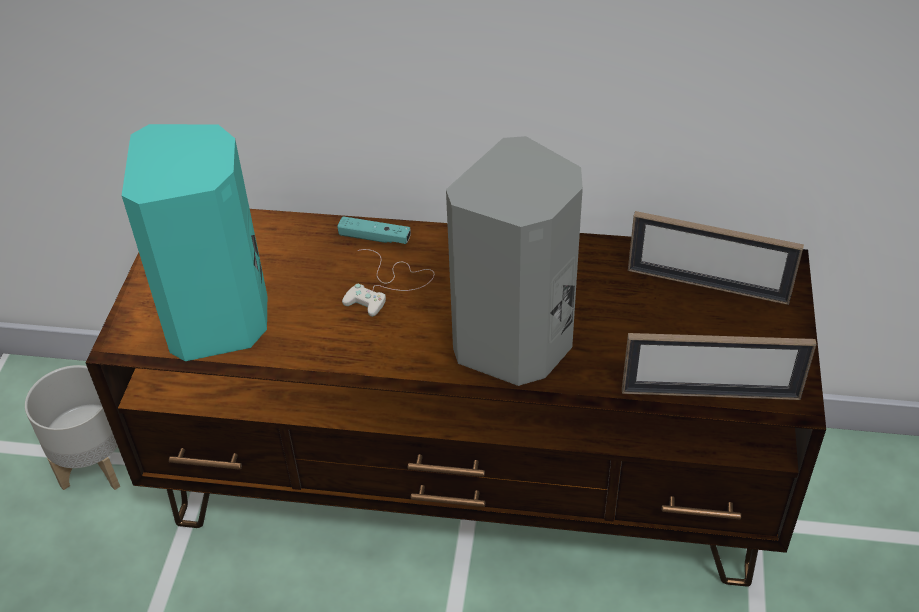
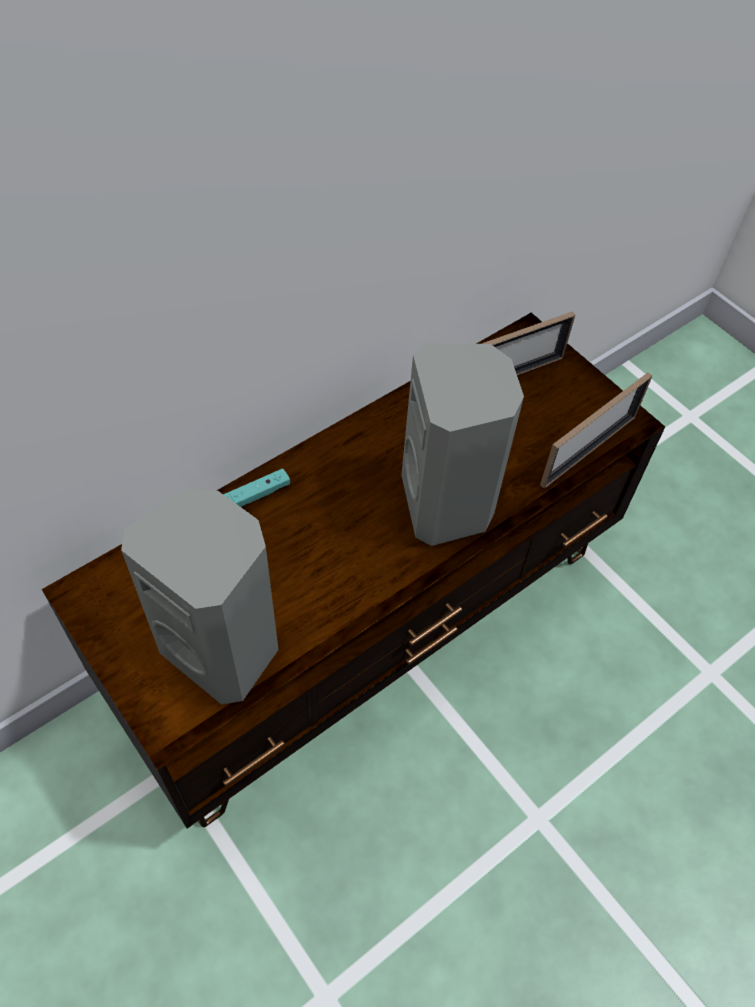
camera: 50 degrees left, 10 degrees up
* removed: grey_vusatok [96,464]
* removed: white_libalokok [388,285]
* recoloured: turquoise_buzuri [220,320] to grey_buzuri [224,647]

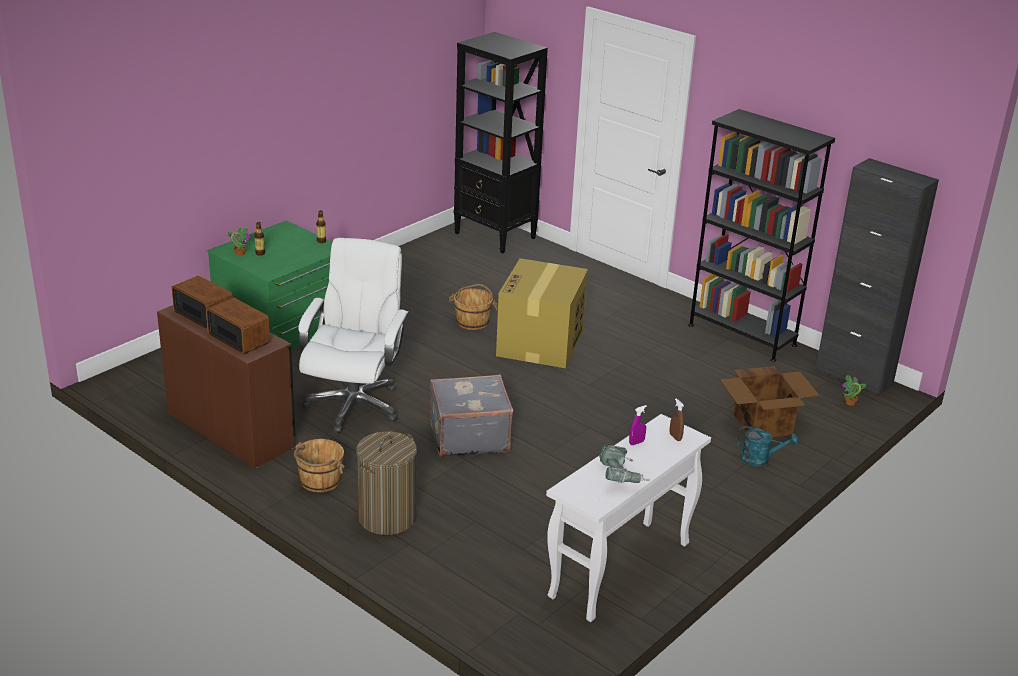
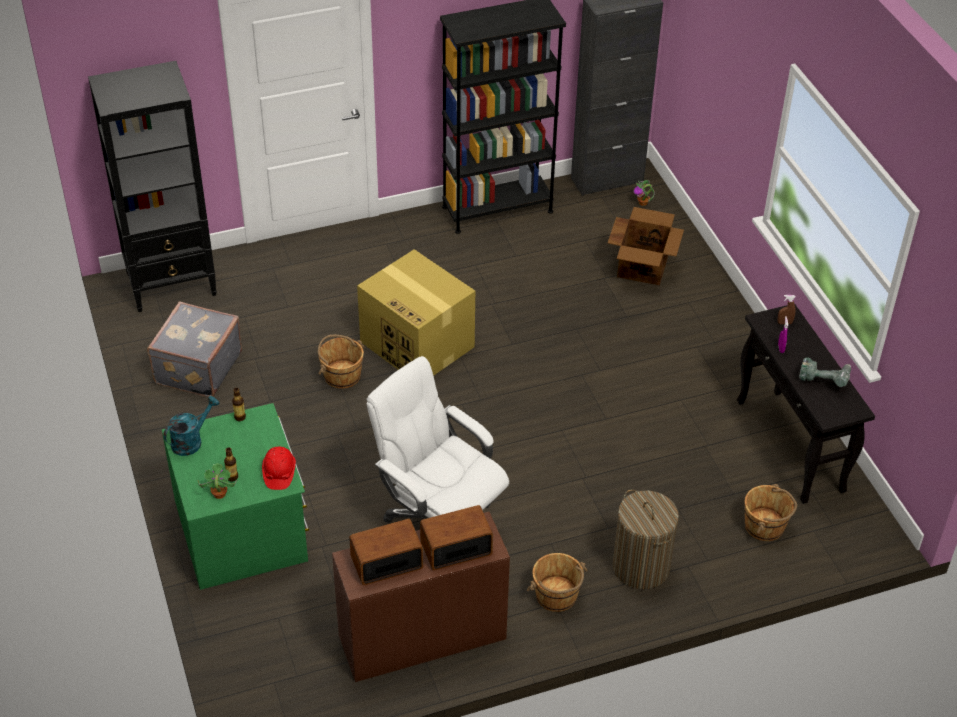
camera: 60 degrees left, 15 degrees up
* added: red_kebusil [279,473]
* added: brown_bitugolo [765,526]
* moved: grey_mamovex [468,436] to [197,368]
* moved: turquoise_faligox [760,459] to [191,441]
* recoloured: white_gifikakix [619,571] to black_gifikakix [791,446]

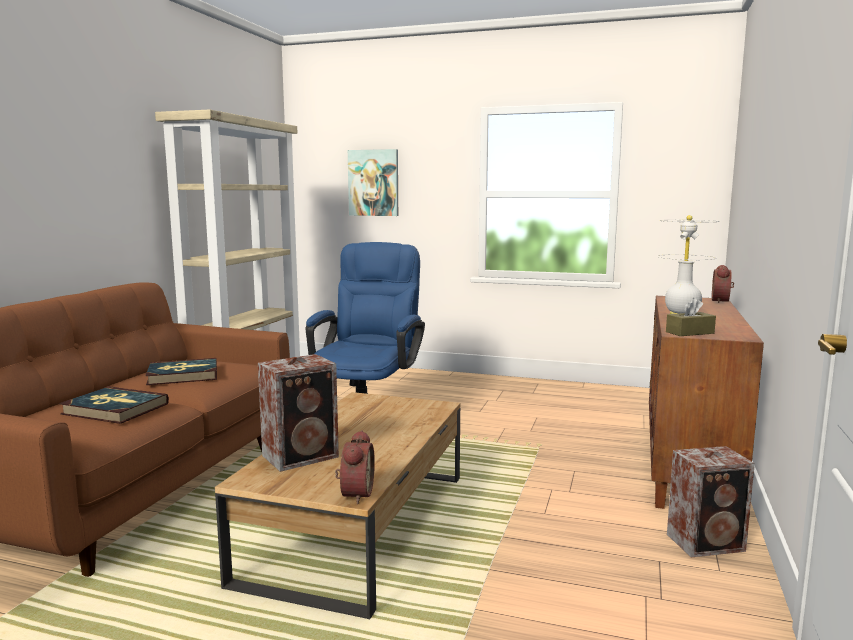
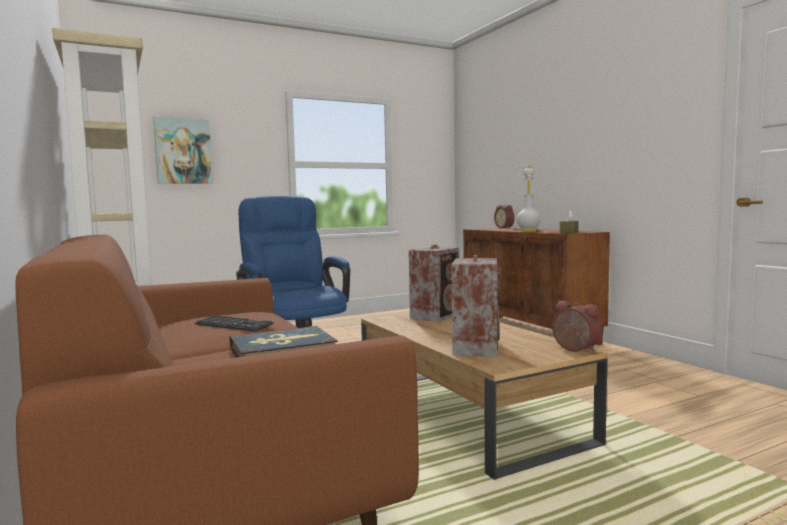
camera: 45 degrees left, 5 degrees down
* moved: buzuri [708,543] to [436,316]
* replaced: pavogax [183,375] to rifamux [233,325]

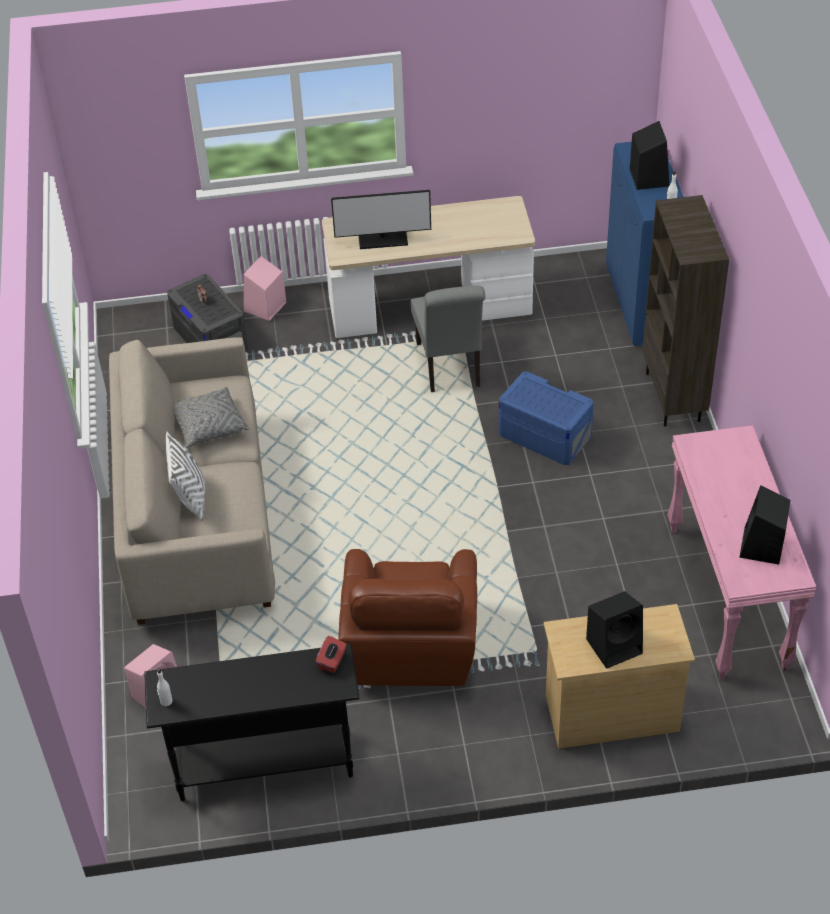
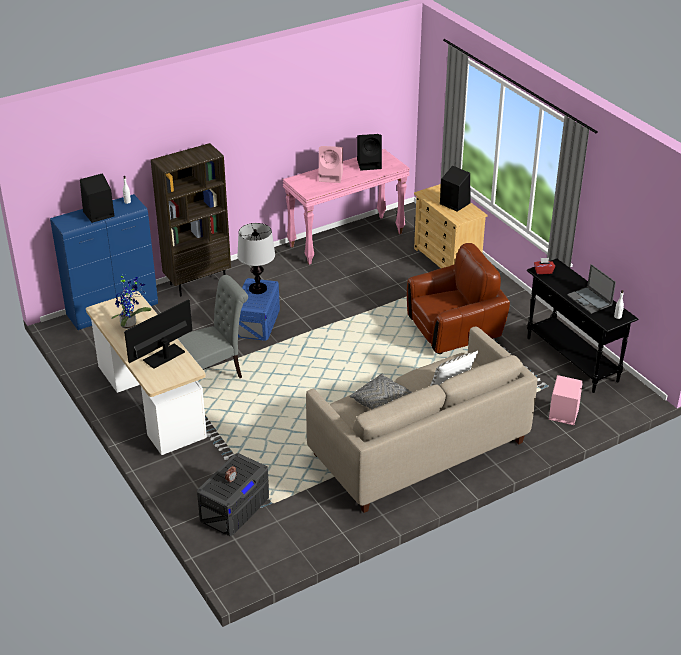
camera: 115 degrees left, 10 degrees down
* added: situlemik [130,324]
* added: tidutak [257,289]
* added: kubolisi [590,300]
* moved: pink_buzuri [264,307] to [331,176]
* turned: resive [383,240] = [164,356] 105 degrees counterclockwise

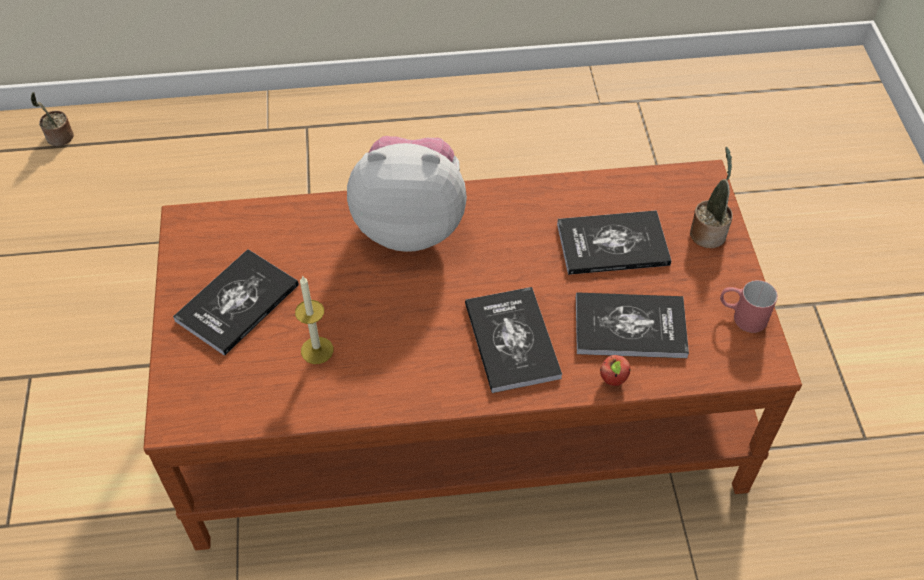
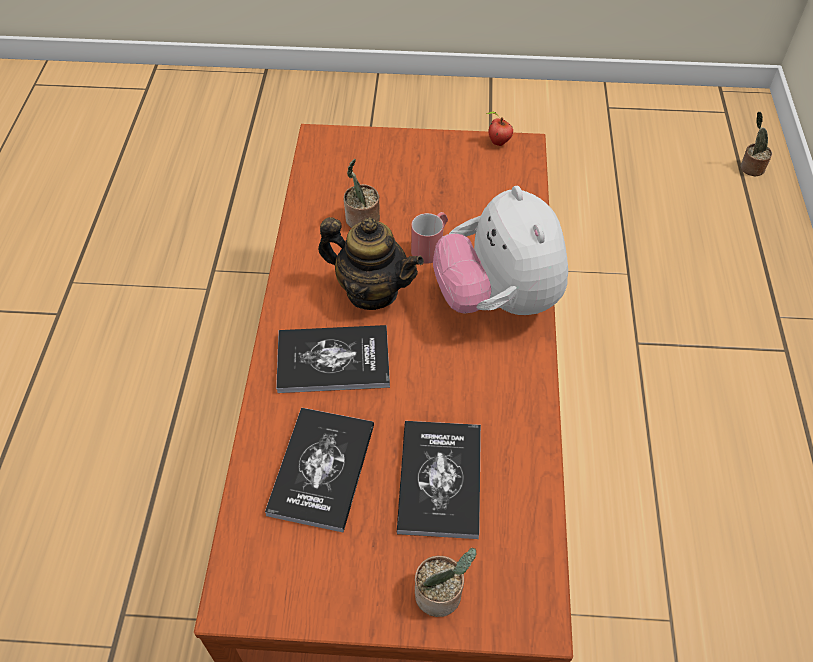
camera: 100 degrees right, 0 degrees up
* removed: pavogax [237,303]
* added: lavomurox [372,291]
* moved: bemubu [613,381] to [497,142]
* moved: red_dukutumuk [741,316] to [431,247]
* replaced: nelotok [317,350] to situlemik [361,220]
* turned: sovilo [410,224] = [497,299] 150 degrees clockwise

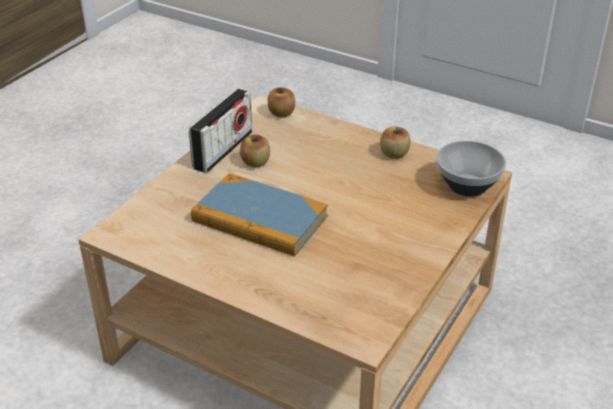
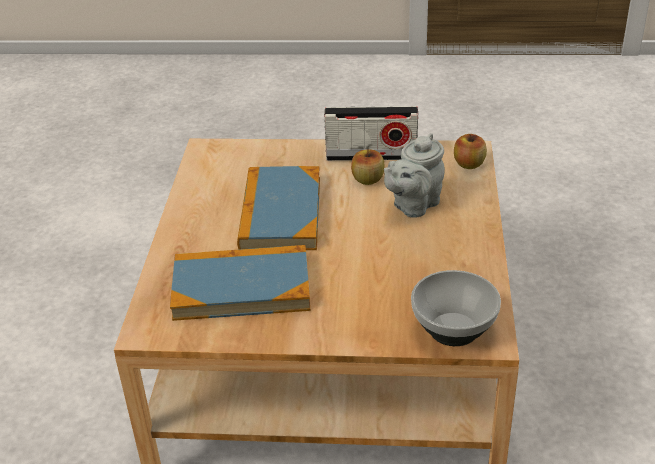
camera: 65 degrees right, 0 degrees up
* removed: bemubu [394,154]
* added: pavogax [241,287]
* added: grey_lavomurox [413,205]

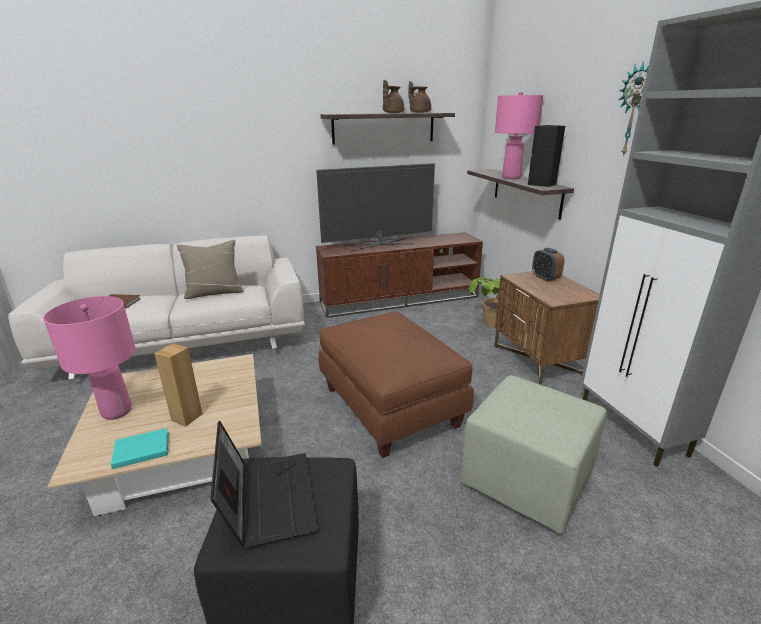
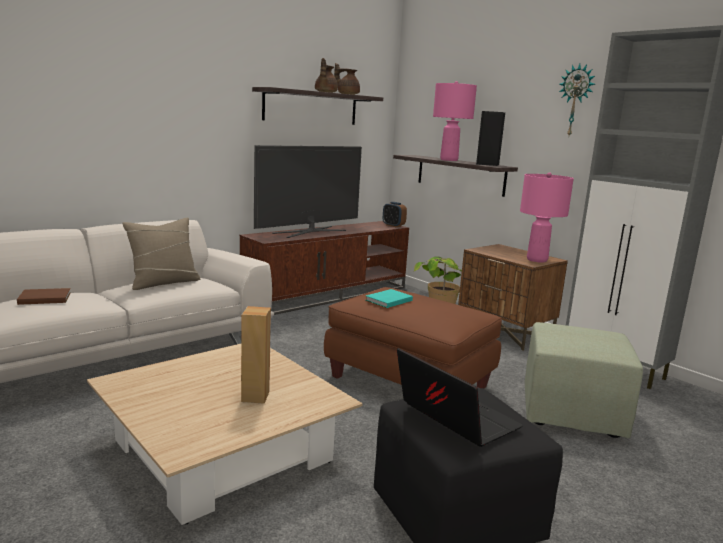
camera: 25 degrees left, 10 degrees down
* moved: pink_tidutak [116,411] to [536,260]
* moved: turquoise_pavogax [140,449] to [387,300]
* moved: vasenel [545,278] to [393,225]

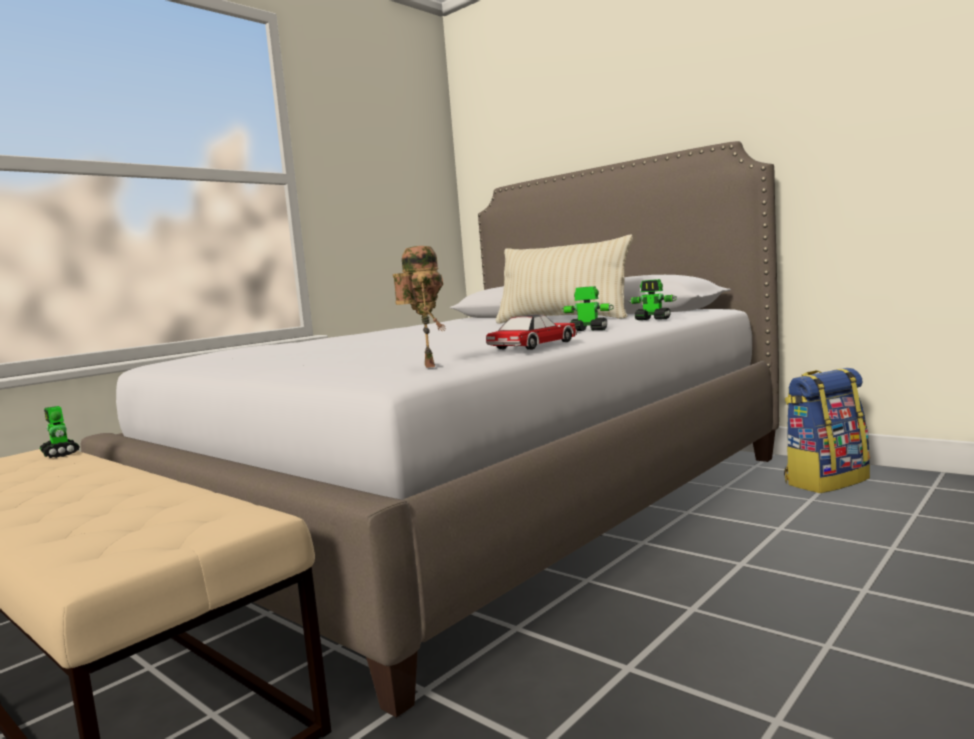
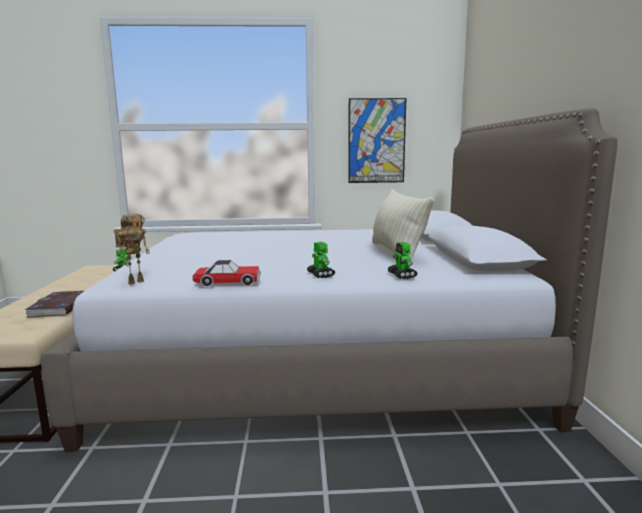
camera: 45 degrees right, 5 degrees up
* removed: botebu [825,481]
* added: pavogax [60,307]
* added: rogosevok [376,141]

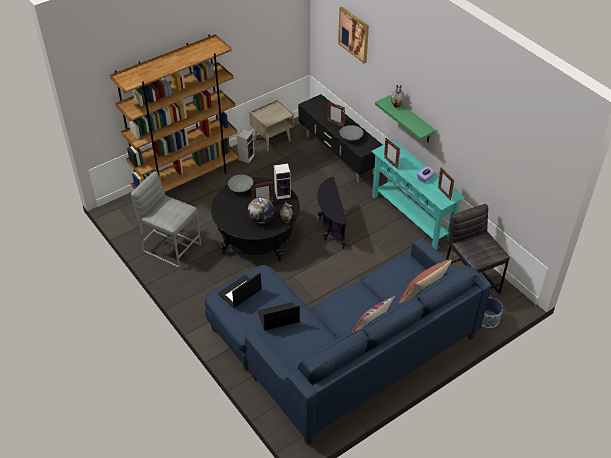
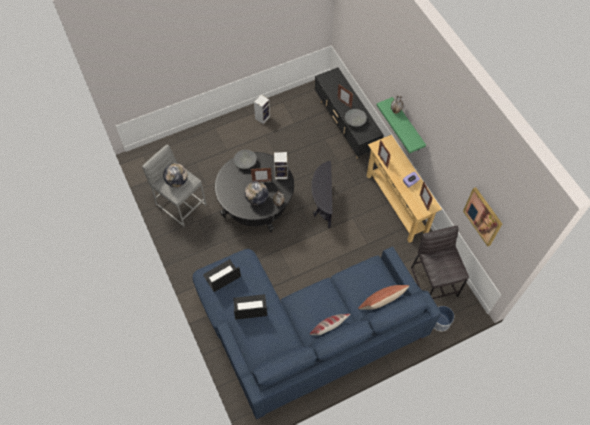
camera: 10 degrees right, 15 degrees up
* removed: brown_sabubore [187,179]
* removed: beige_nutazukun [272,139]
* added: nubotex [177,181]
* moved: rogosevok [354,34] to [483,216]
* recoloured: turquoise_gifikakix [411,217] to beige_gifikakix [396,204]

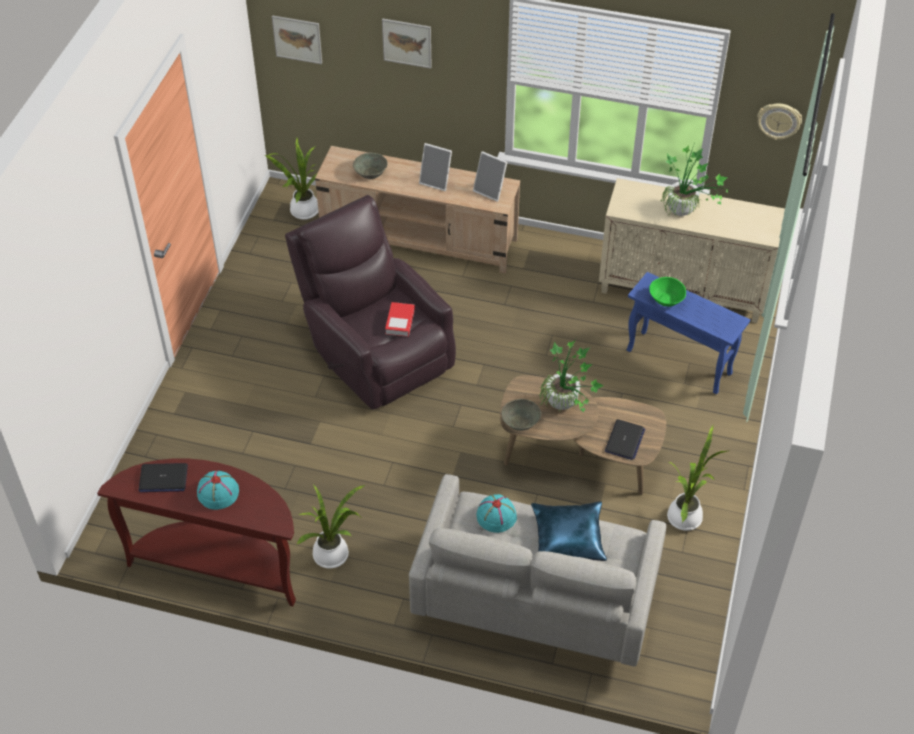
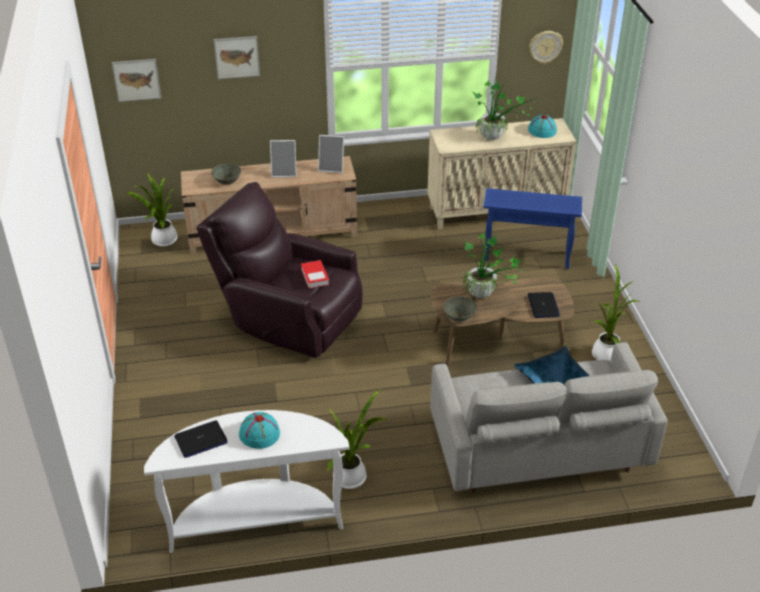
camera: 25 degrees left, 10 degrees down
* removed: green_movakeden [666,299]
* moved: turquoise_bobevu [496,515] to [542,130]
* recoloured: brown_gifikakix [219,564] to white_gifikakix [255,520]

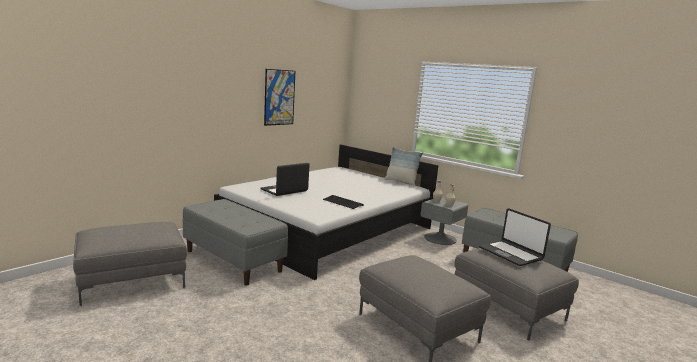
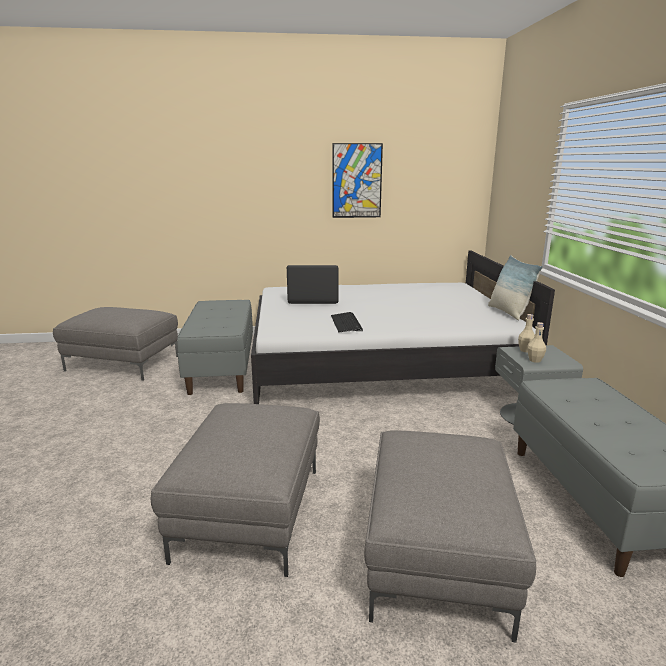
camera: 45 degrees right, 5 degrees up
* removed: kubolisi [511,253]

